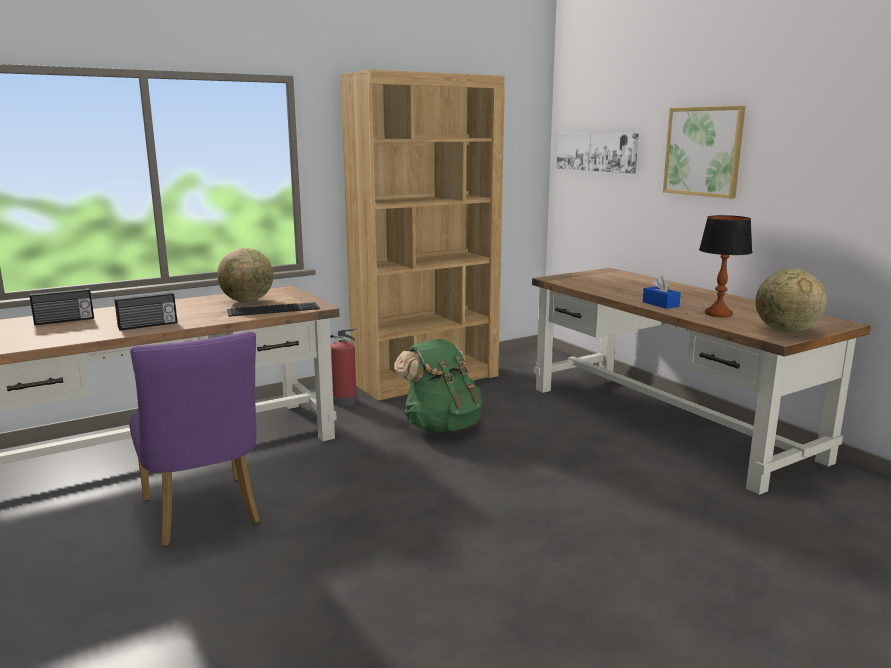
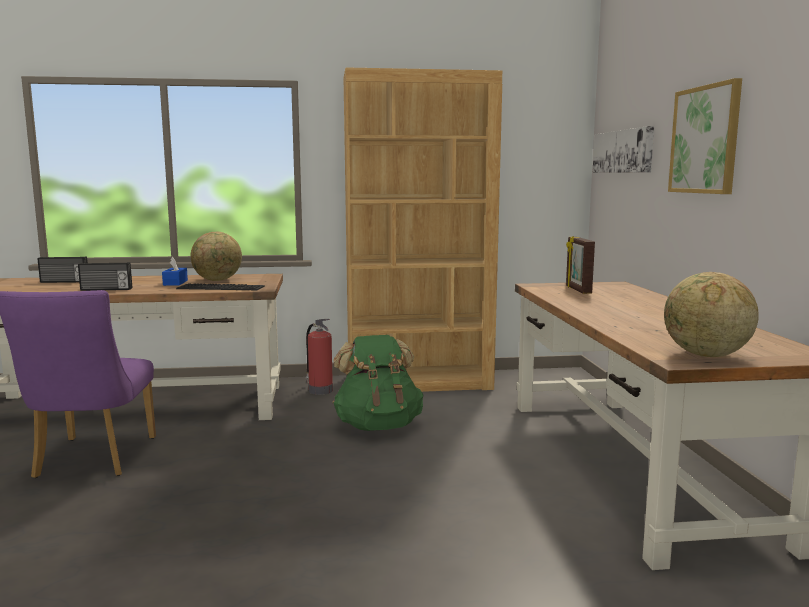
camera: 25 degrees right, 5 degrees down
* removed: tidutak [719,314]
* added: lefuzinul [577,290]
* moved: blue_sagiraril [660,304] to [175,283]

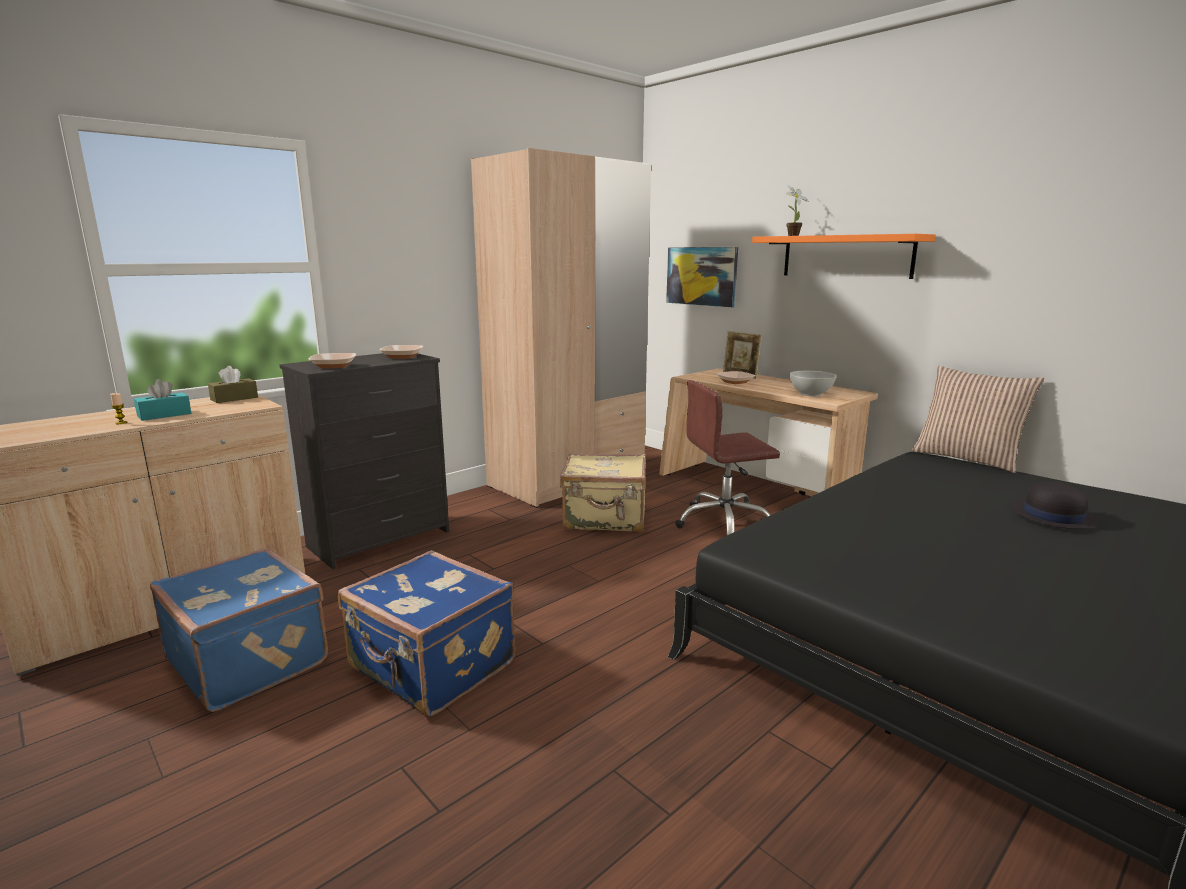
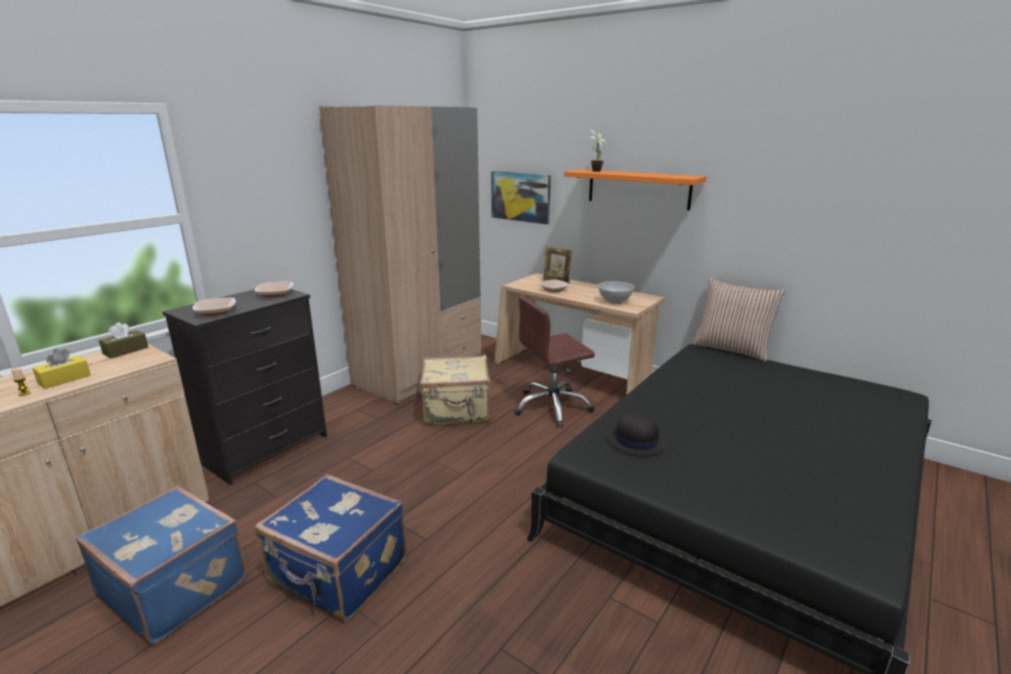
camera: 10 degrees left, 5 degrees up
* moved: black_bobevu [1052,516] to [636,440]
* recoloured: turquoise_sagiraril [164,415] to yellow_sagiraril [64,379]

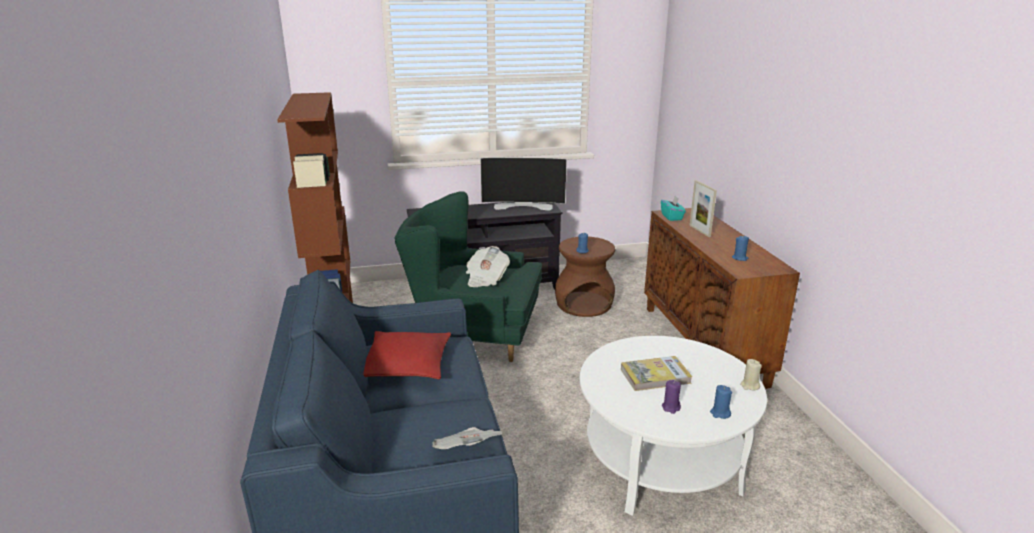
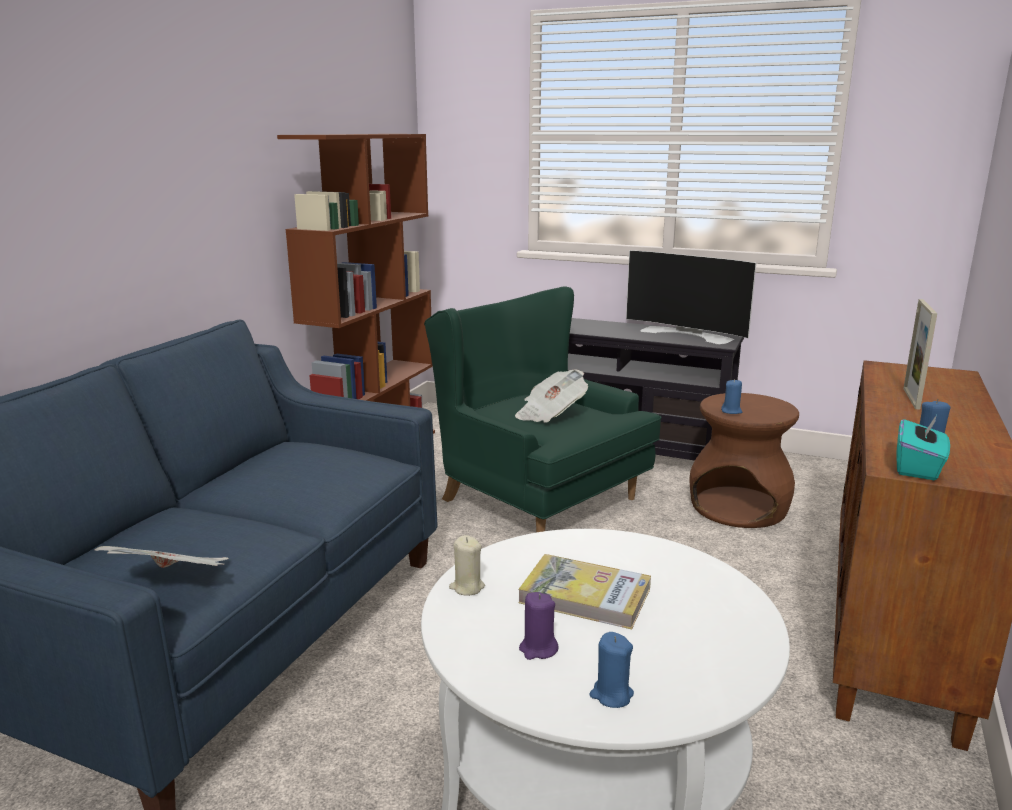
camera: 35 degrees right, 5 degrees down
* removed: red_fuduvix [406,365]
* moved: turquoise_sagiraril [672,217] to [918,468]
* moved: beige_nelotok [749,386] to [467,587]

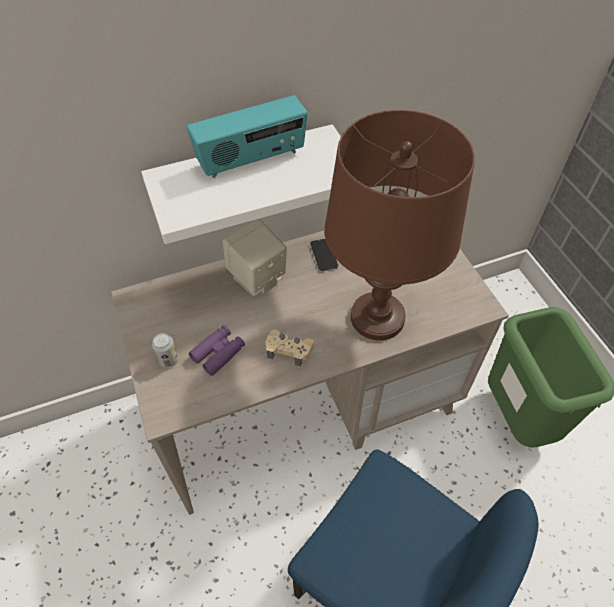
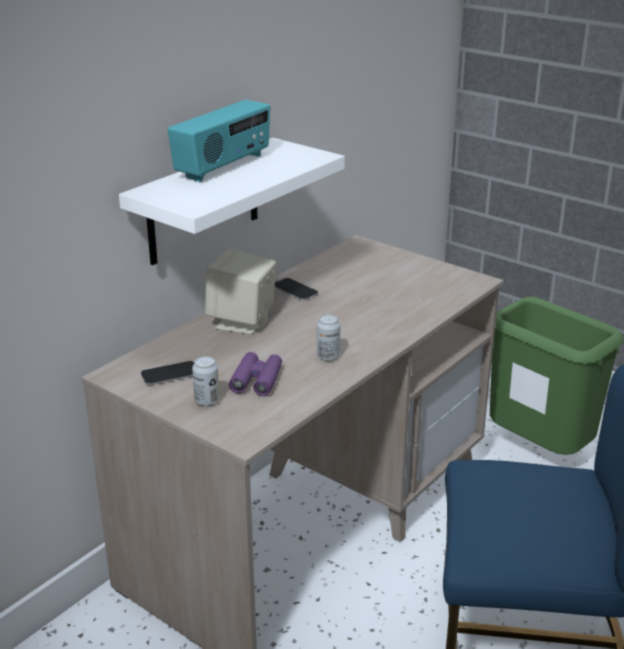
camera: 30 degrees left, 25 degrees down
* removed: brown_tidutak [377,317]
* added: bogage [170,374]
* replaced: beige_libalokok [289,350] to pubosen [328,356]

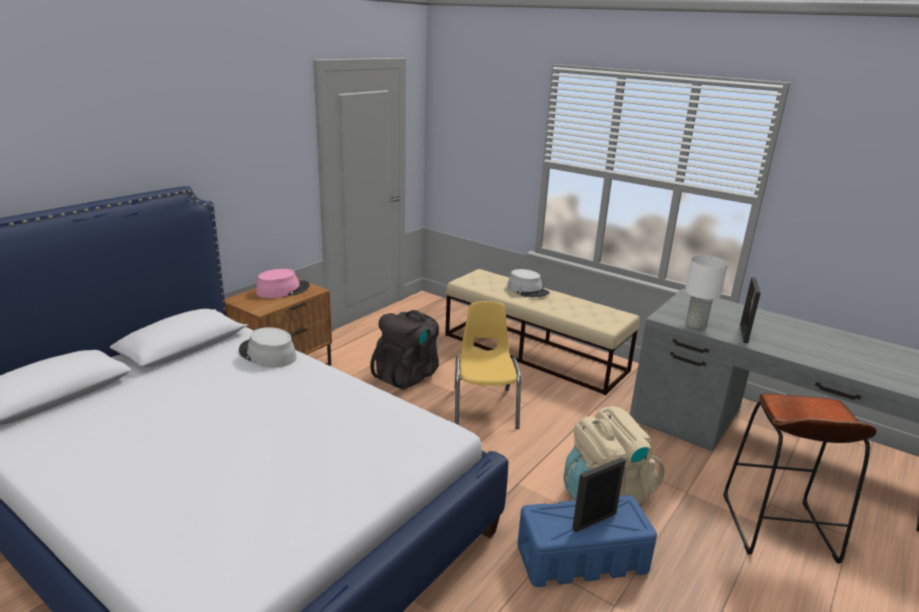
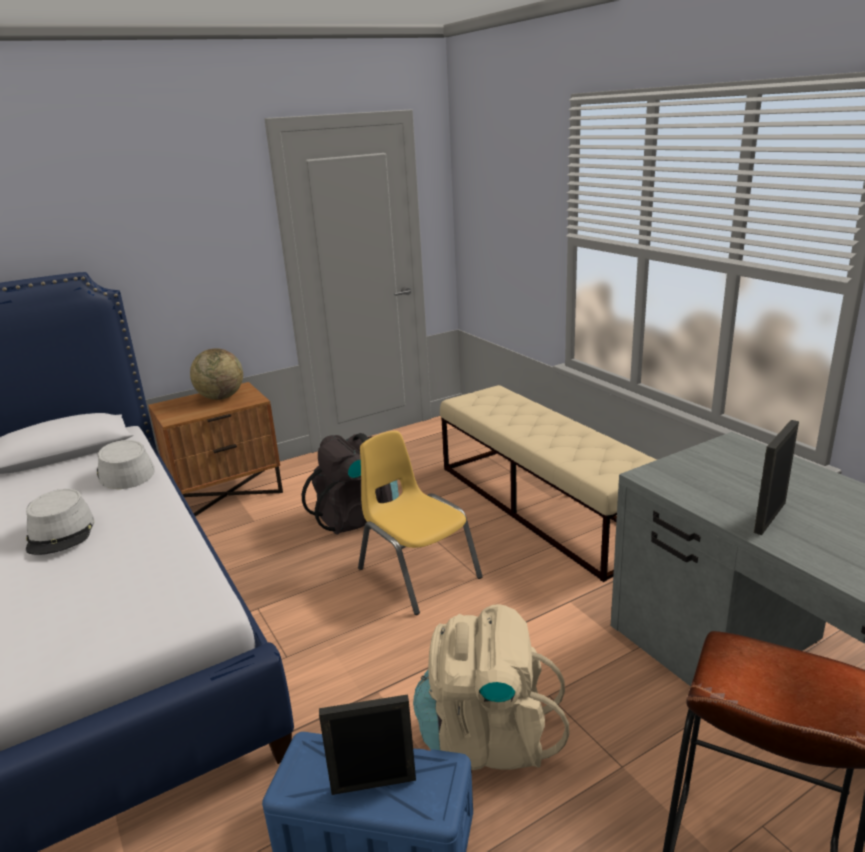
camera: 25 degrees right, 0 degrees up
* removed: white_tidutak [696,325]
* moved: grey_bobevu [528,290] to [61,533]
* replaced: pink_bobevu [283,290] to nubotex [221,397]
* turned: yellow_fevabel [484,407] = [418,573] 60 degrees counterclockwise

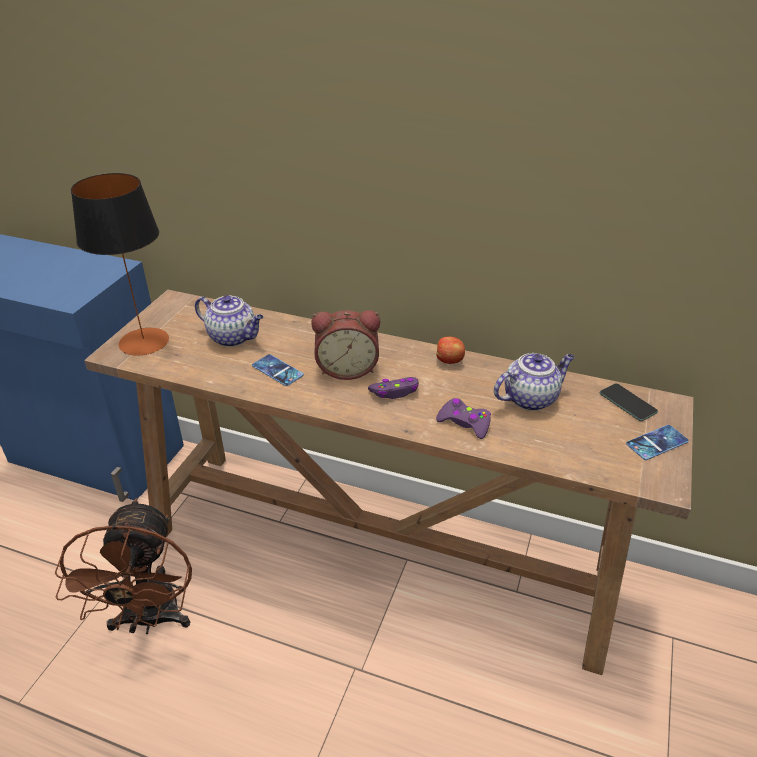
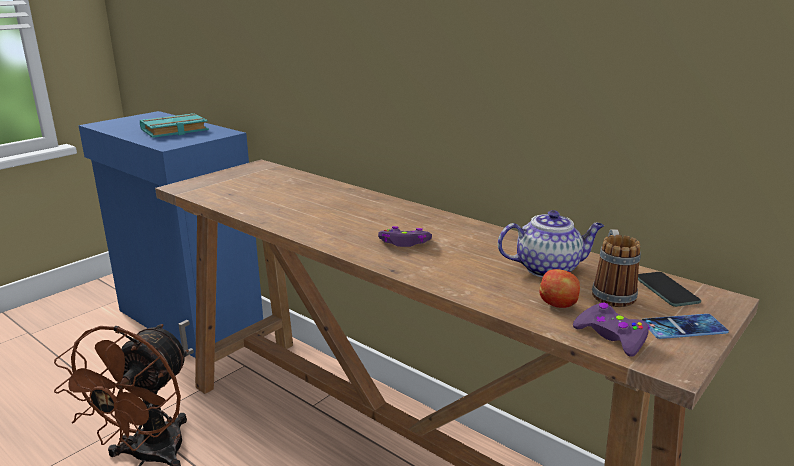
camera: 20 degrees right, 15 degrees down
* removed: tidutak [144,342]
* removed: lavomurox [233,337]
* removed: bogage [277,370]
* removed: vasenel [347,368]
* added: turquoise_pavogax [174,131]
* added: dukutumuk [611,292]
* moved: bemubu [449,361] to [558,305]
* moved: purple_libalokok [464,423] to [611,336]

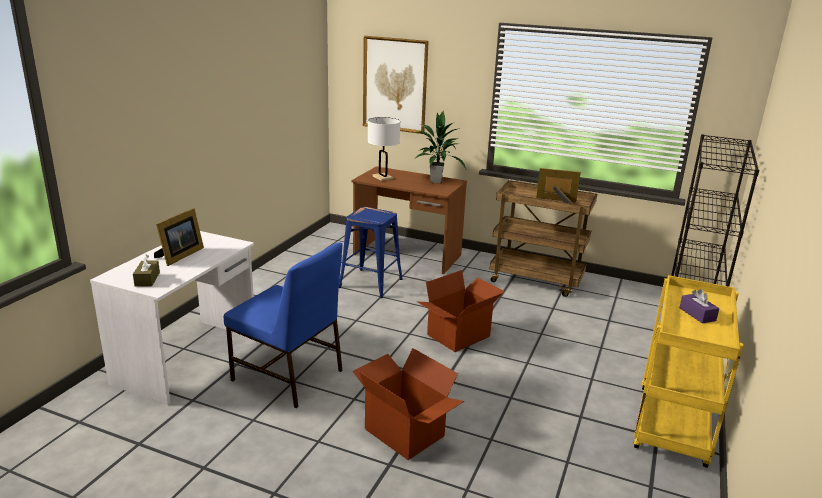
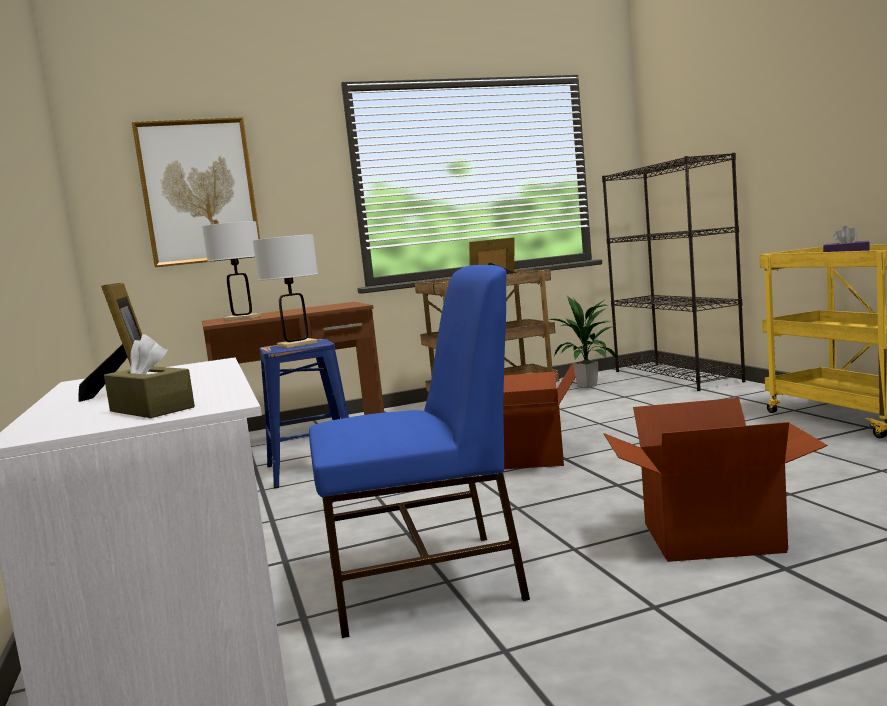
camera: 40 degrees left, 15 degrees down
* added: white_tidutak [297,344]
* moved: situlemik [435,181] to [587,386]

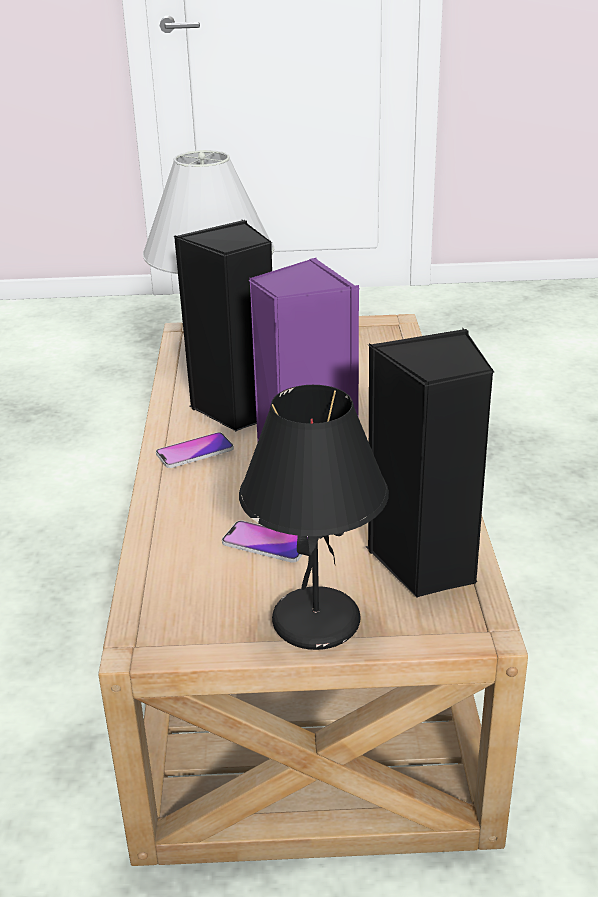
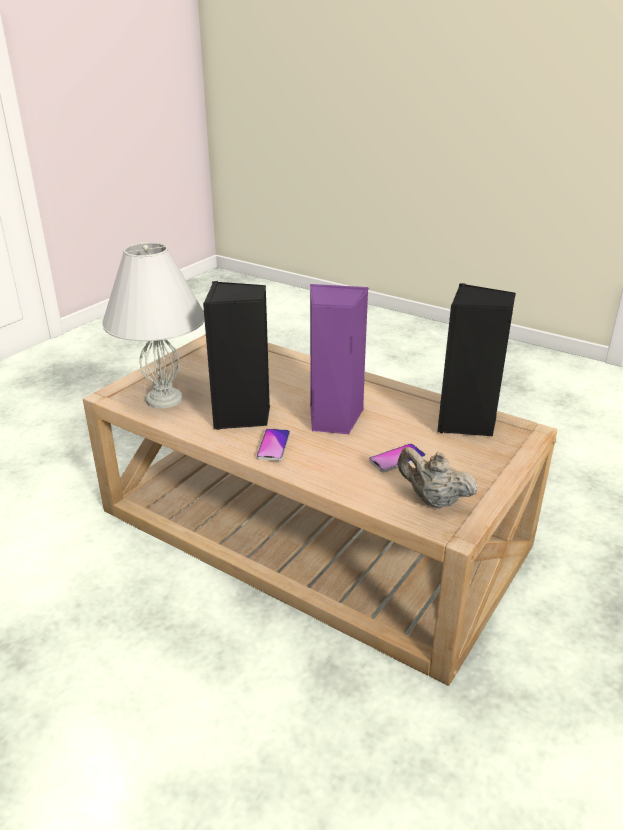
camera: 55 degrees left, 0 degrees up
* removed: black_tidutak [316,621]
* added: beige_lavomurox [433,500]

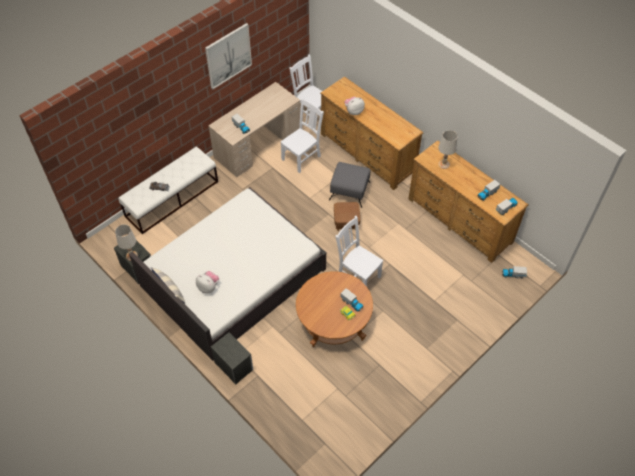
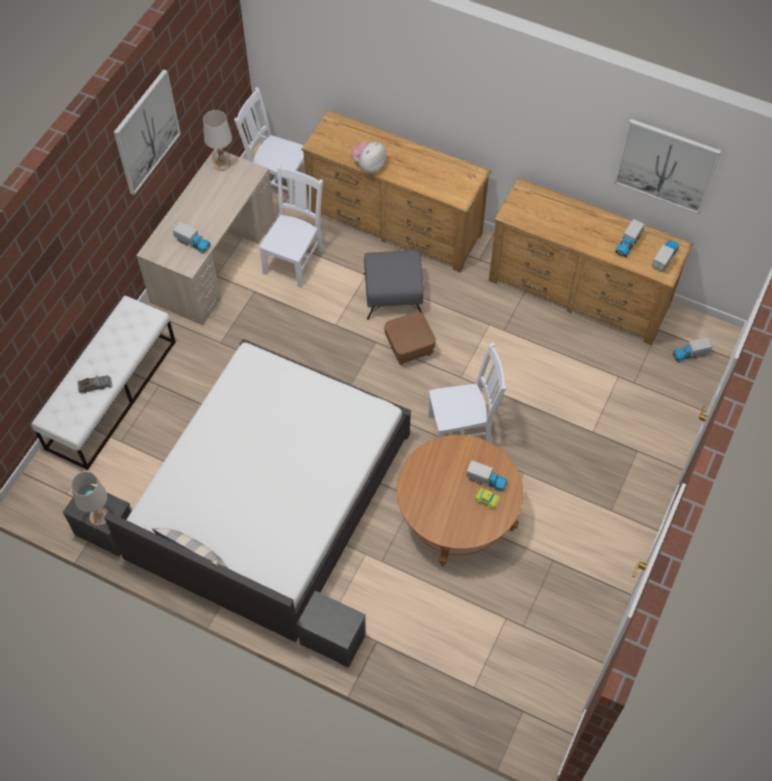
camera: 20 degrees left, 5 degrees up
* removed: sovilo [208,287]
* added: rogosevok [666,166]
* moved: white_tidutak [444,164] to [222,164]
* turned: white_fevabel [357,275] = [462,429] 150 degrees clockwise

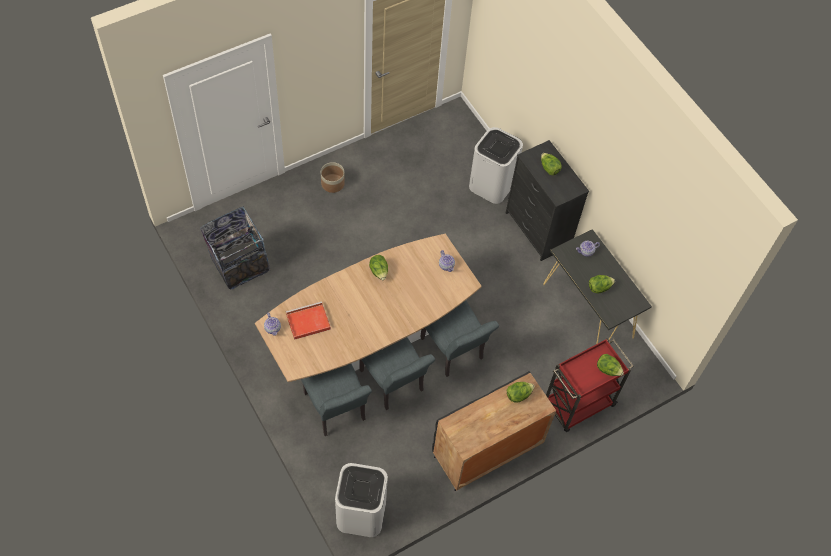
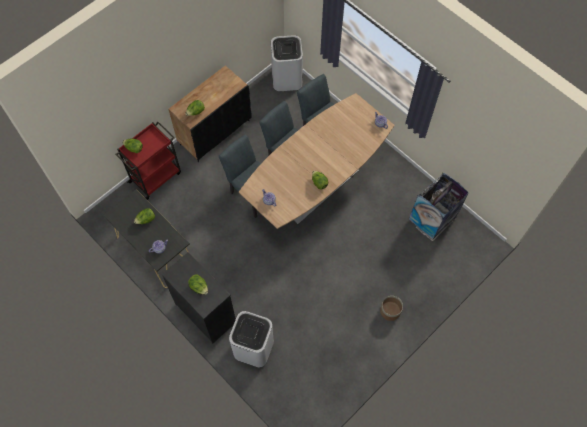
camera: 170 degrees right, 5 degrees up
* removed: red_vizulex [307,322]

